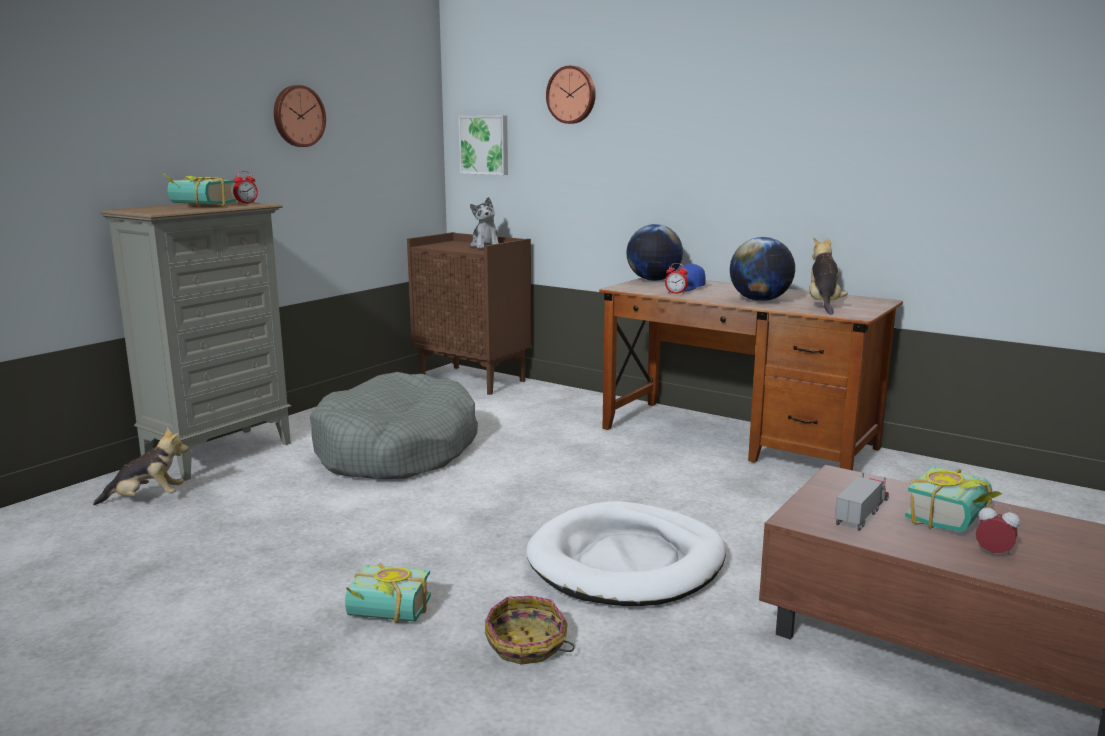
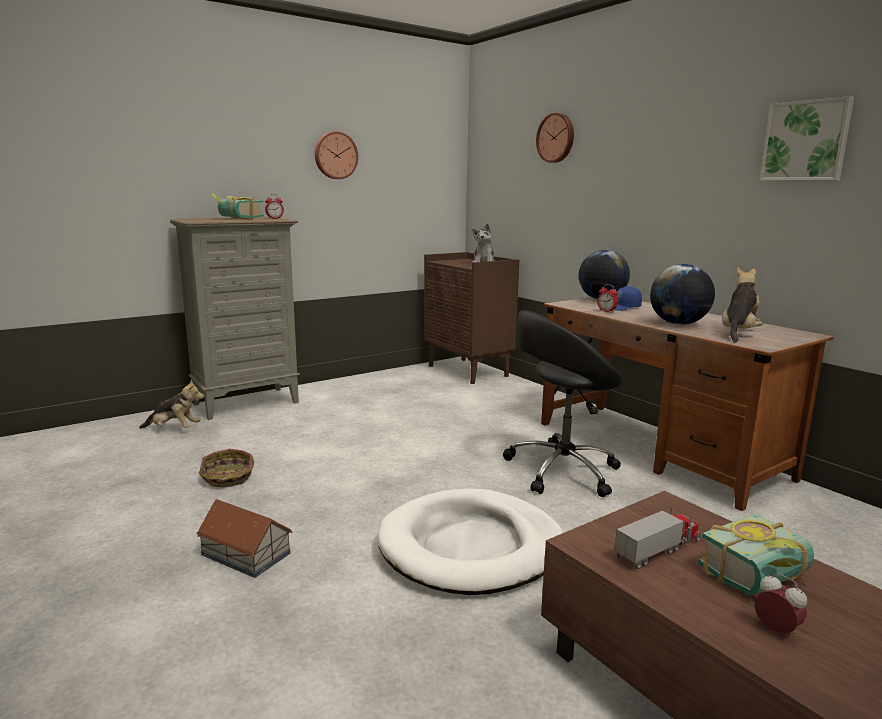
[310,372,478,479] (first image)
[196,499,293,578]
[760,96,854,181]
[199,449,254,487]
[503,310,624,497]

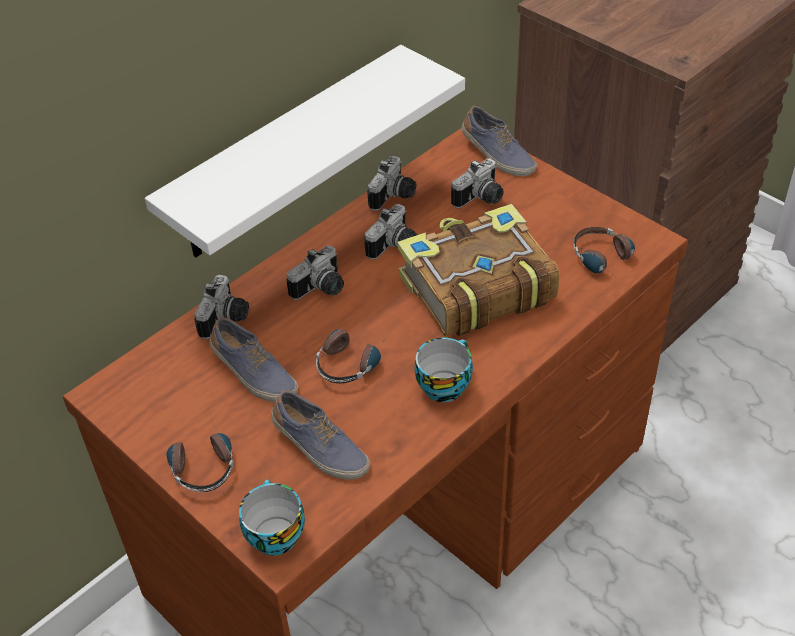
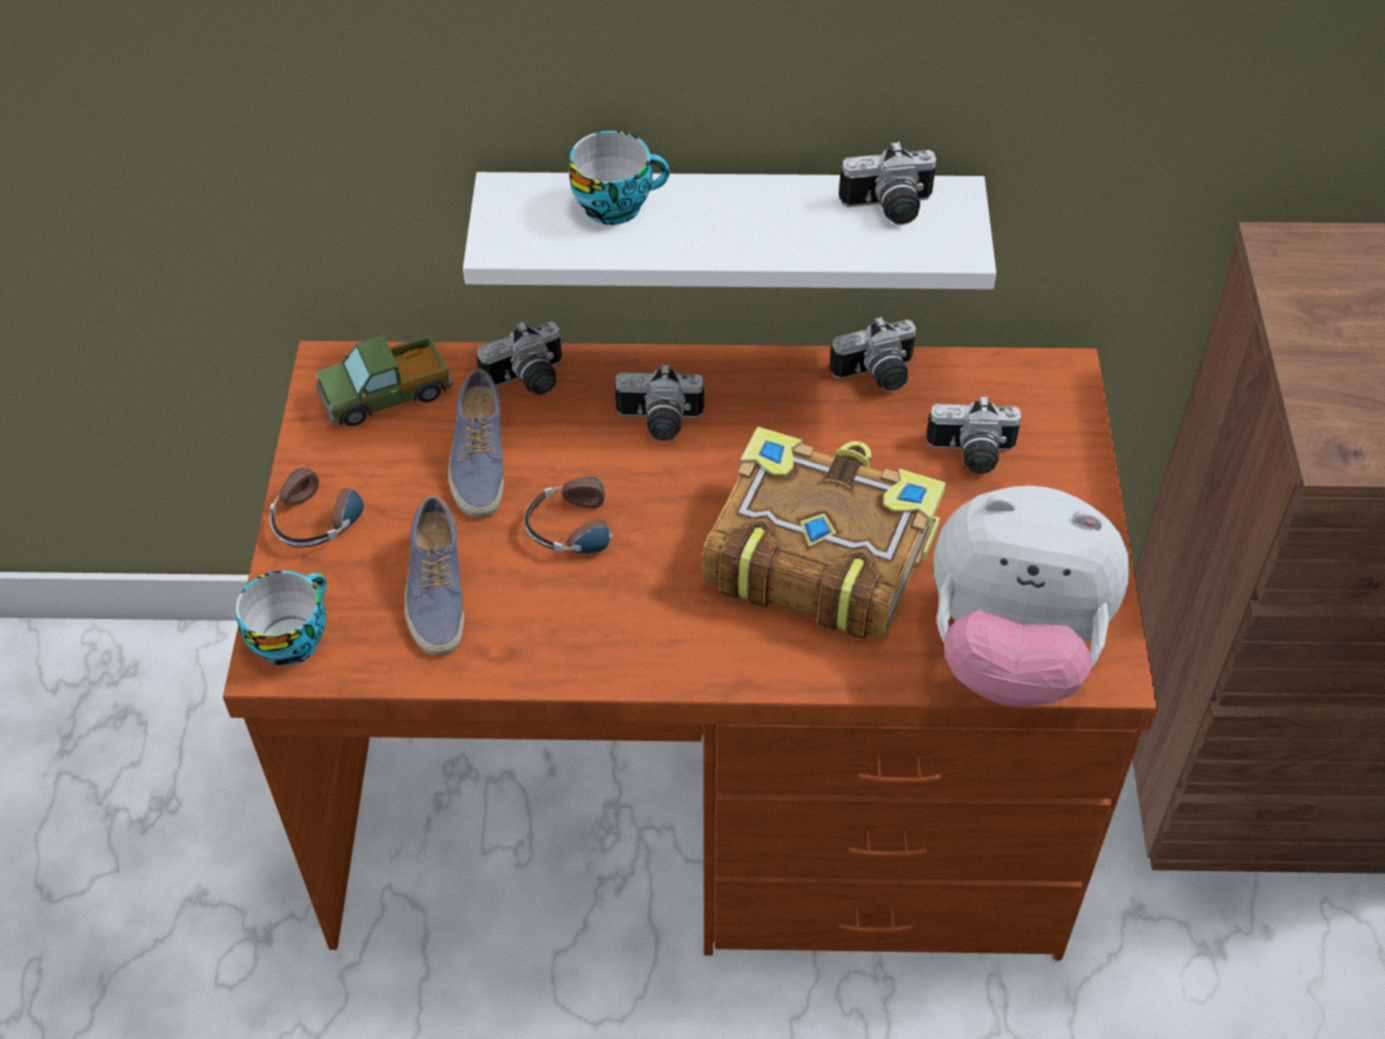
[839,141,936,225]
[569,131,670,225]
[462,106,537,176] (first image)
[933,486,1130,707]
[316,335,453,426]

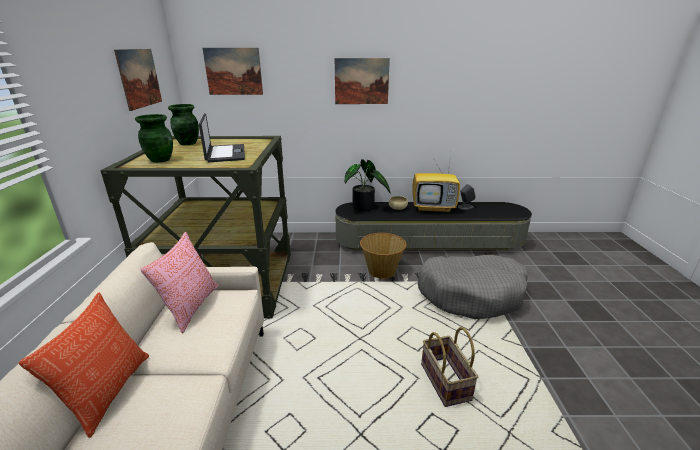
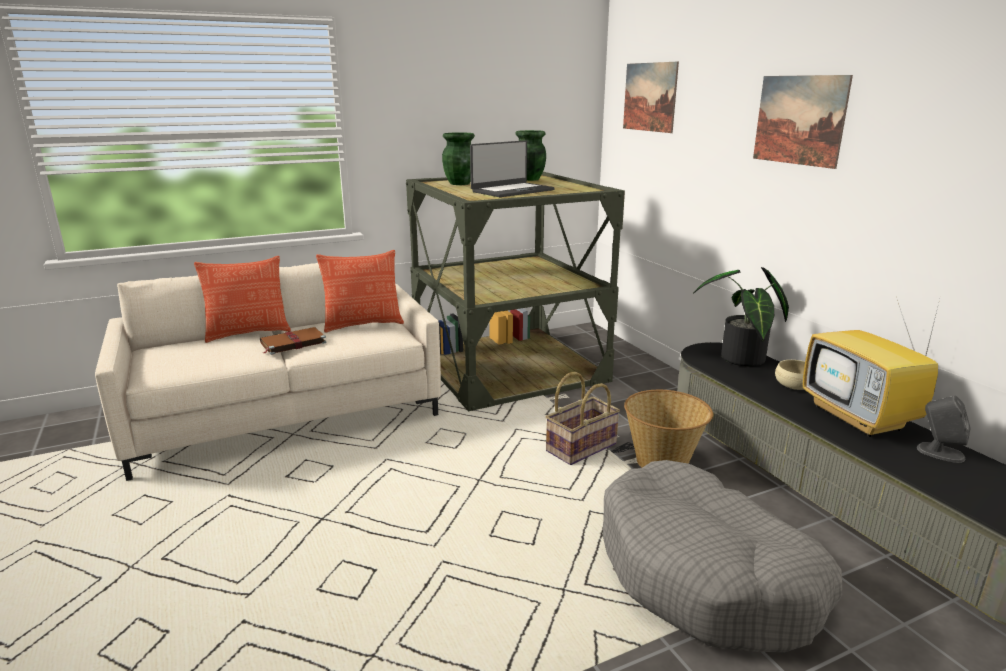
[114,49,162,111] (first image)
[316,250,404,333]
[546,372,620,465]
[260,327,327,355]

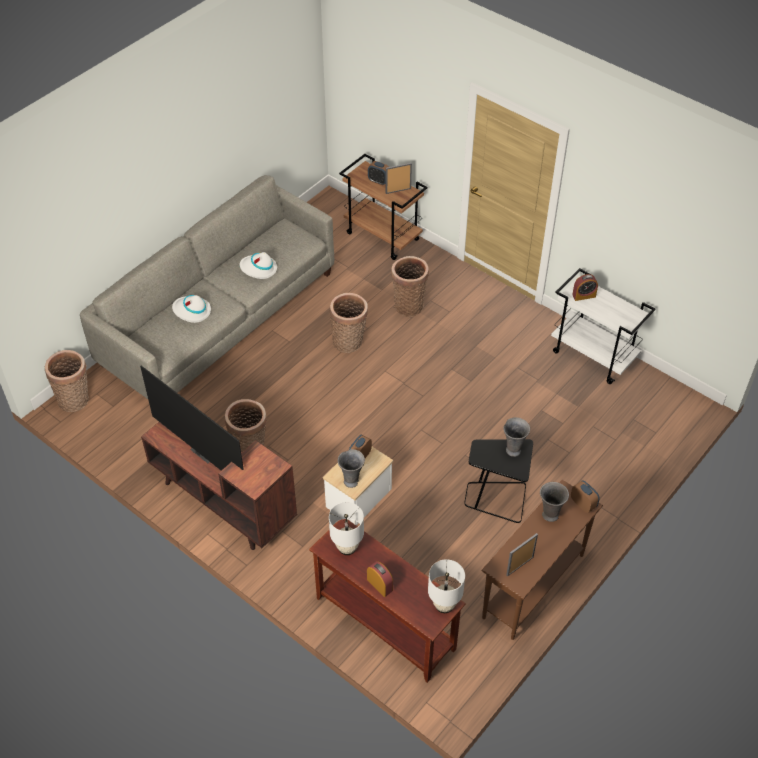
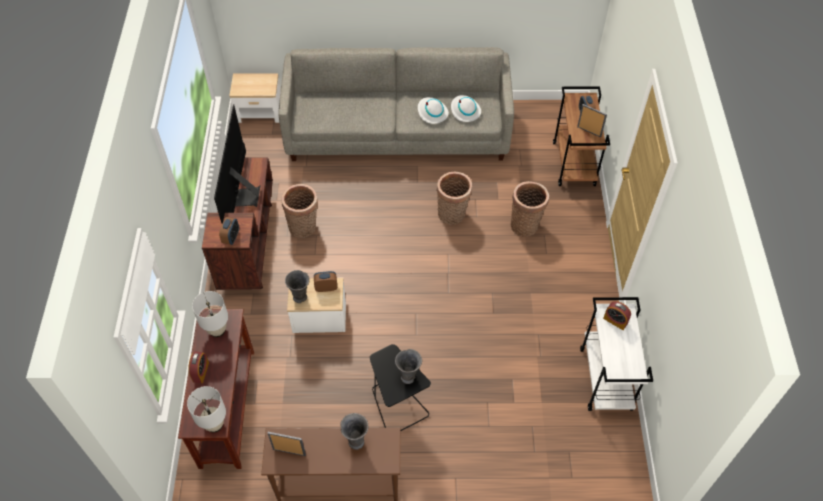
[229,73,281,123]
[451,95,481,122]
[219,217,239,245]

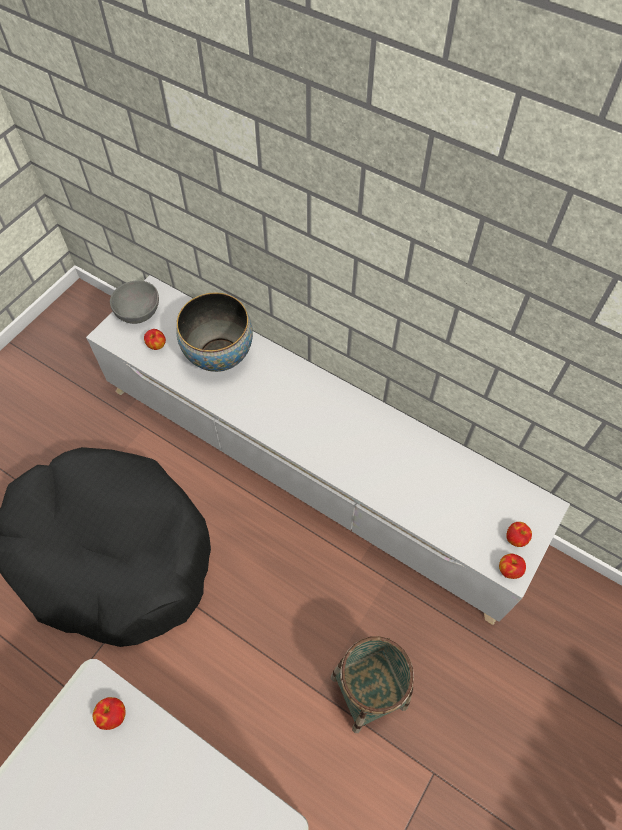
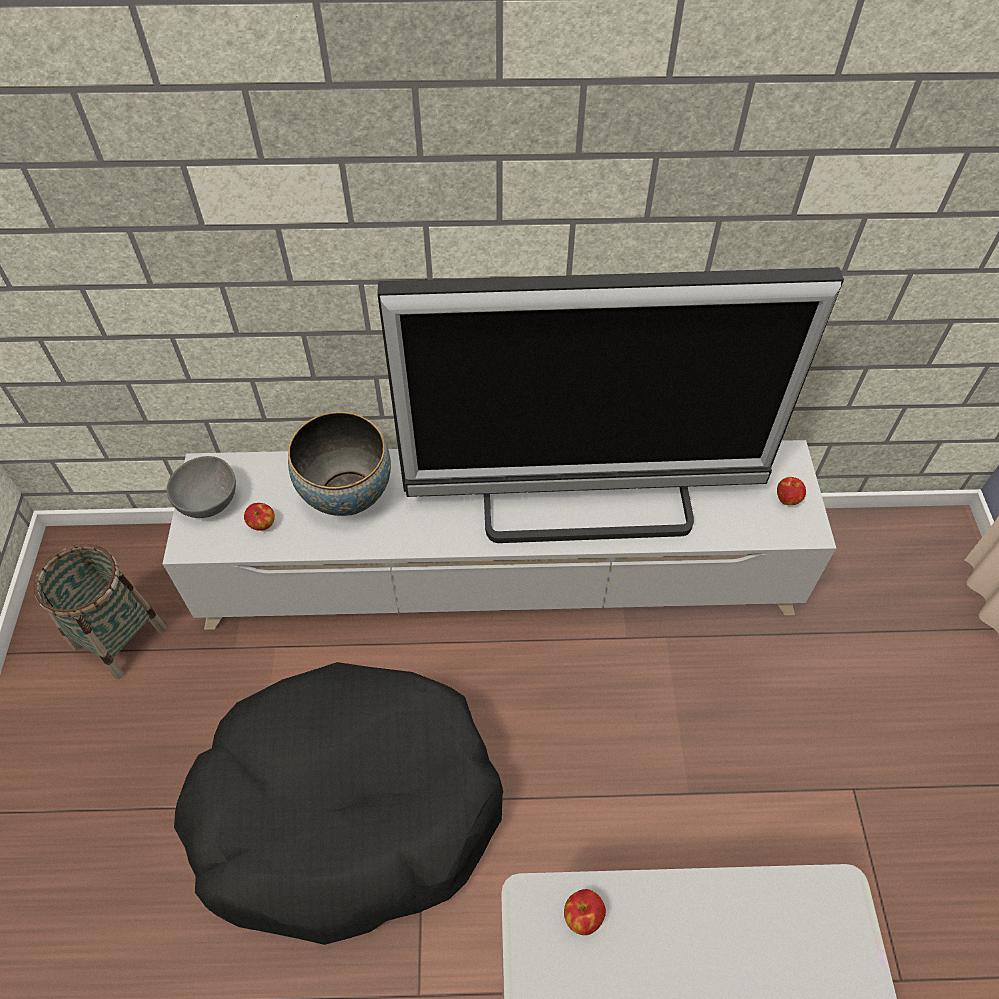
[34,544,167,679]
[499,554,526,579] (first image)
[377,267,844,543]

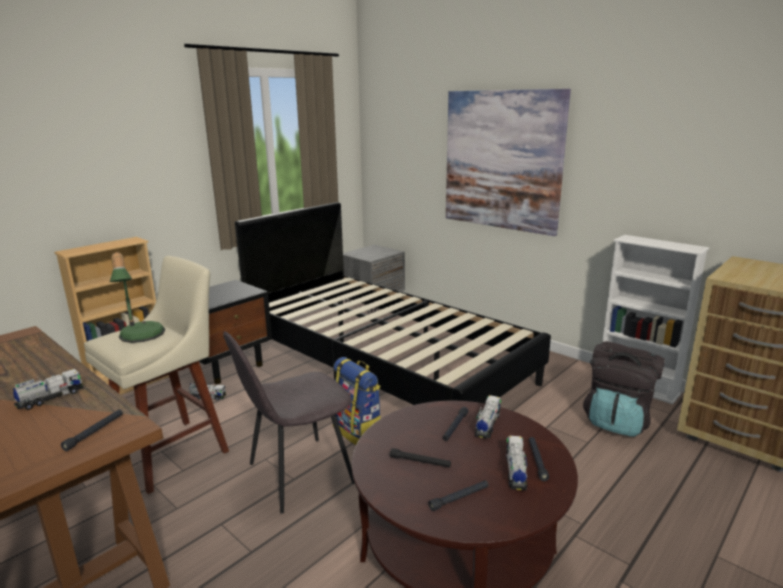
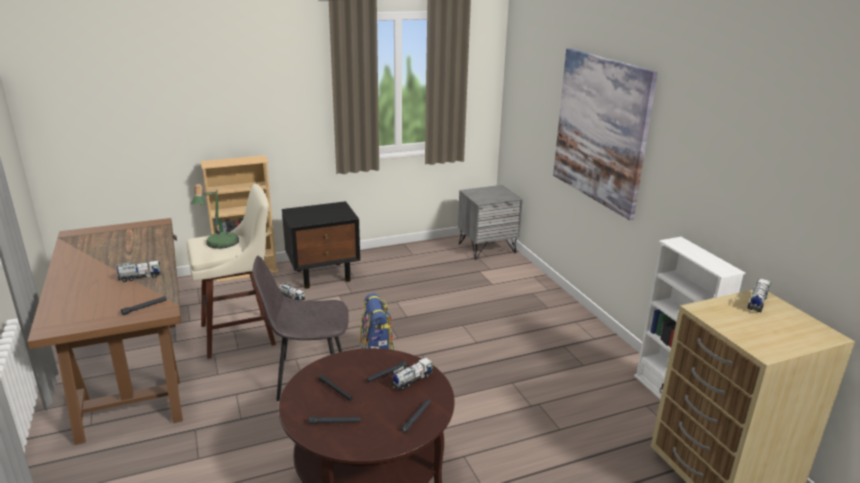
[235,202,551,405] (first image)
[747,279,771,312]
[583,341,665,437] (first image)

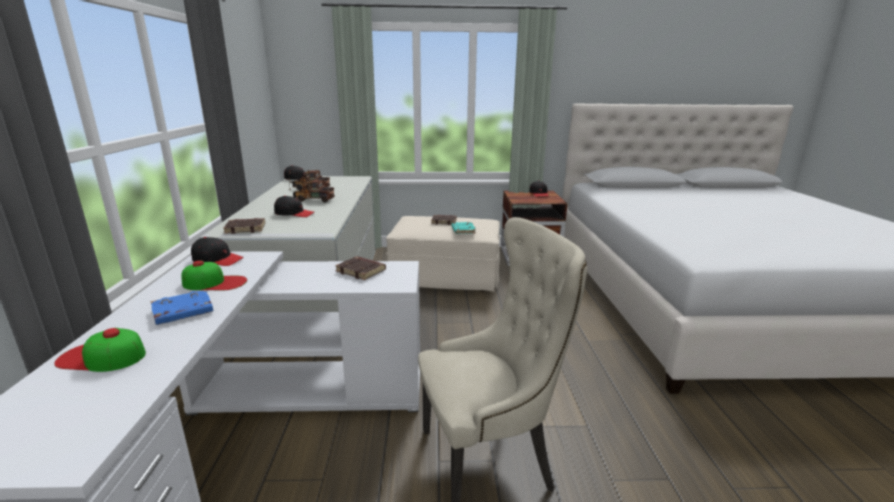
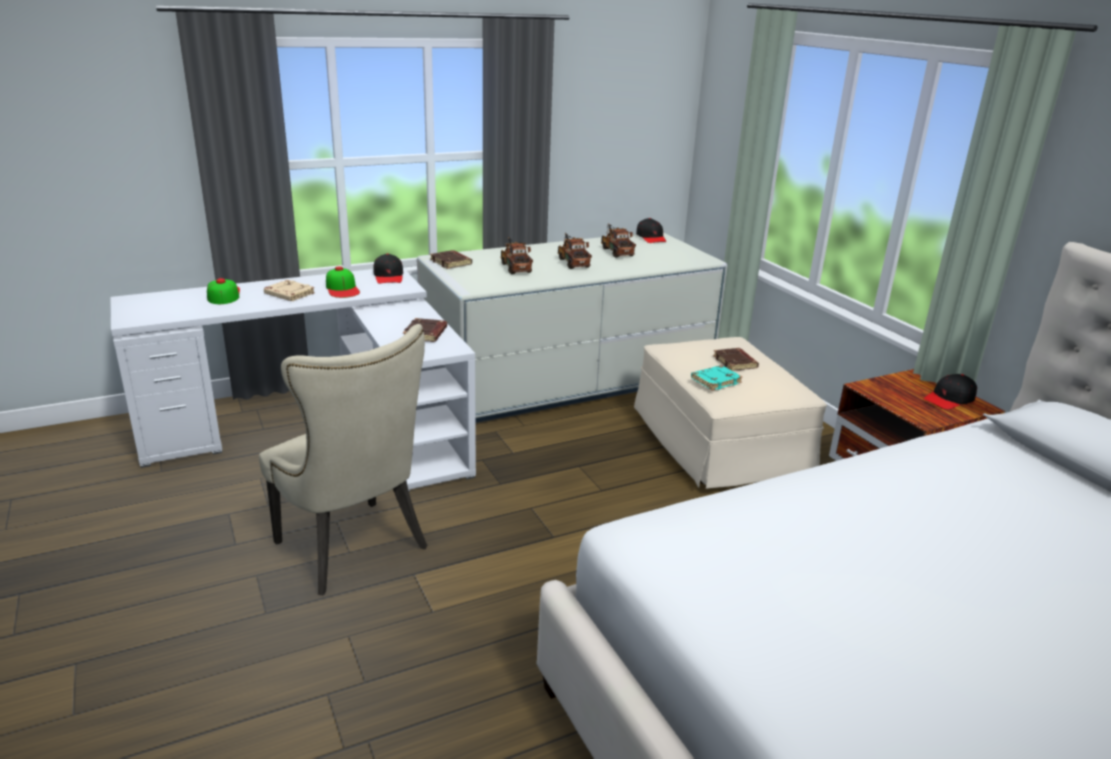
[264,280,315,301]
[500,237,533,274]

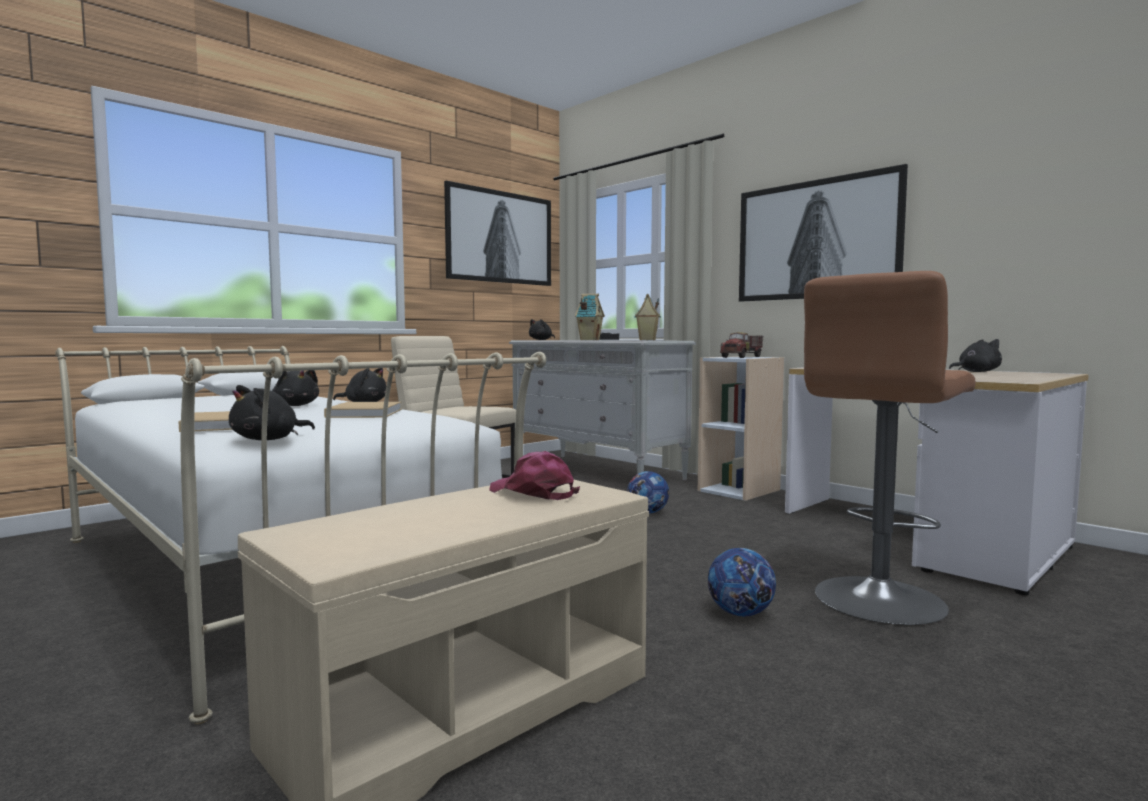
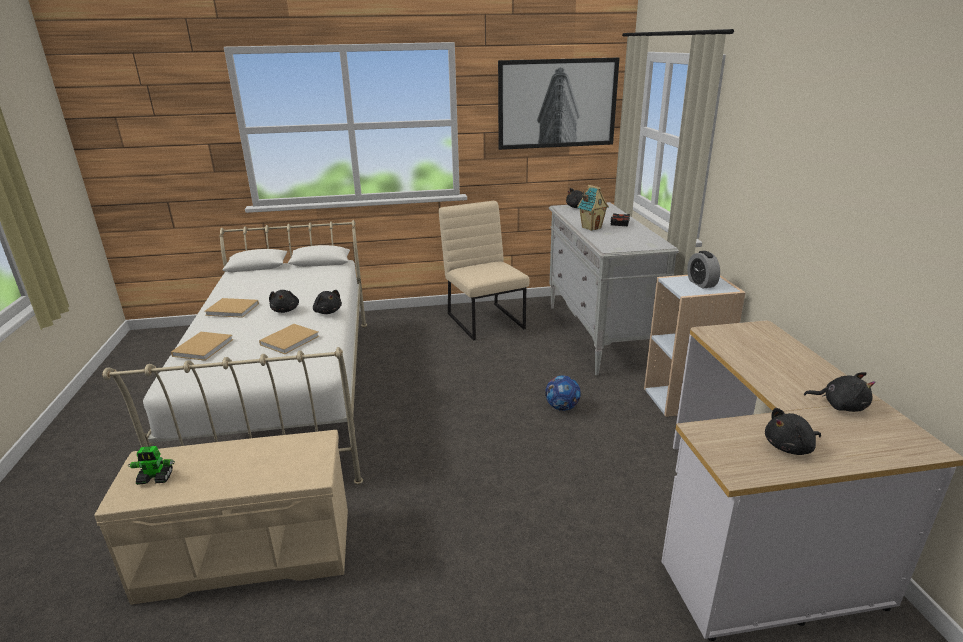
[765,408,821,455]
[489,451,580,500] (first image)
[634,294,661,340] (first image)
[708,548,776,616] (first image)
[687,251,720,289]
[739,164,908,302] (first image)
[804,271,975,625] (first image)
[128,446,175,485]
[204,298,259,318]

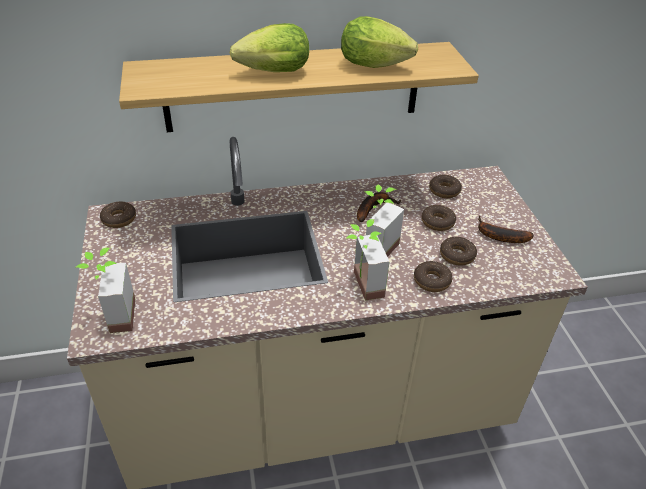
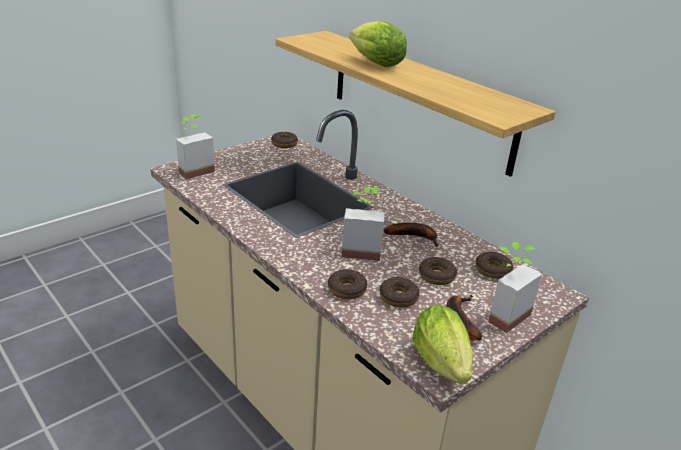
[413,305,473,384]
[488,242,542,333]

